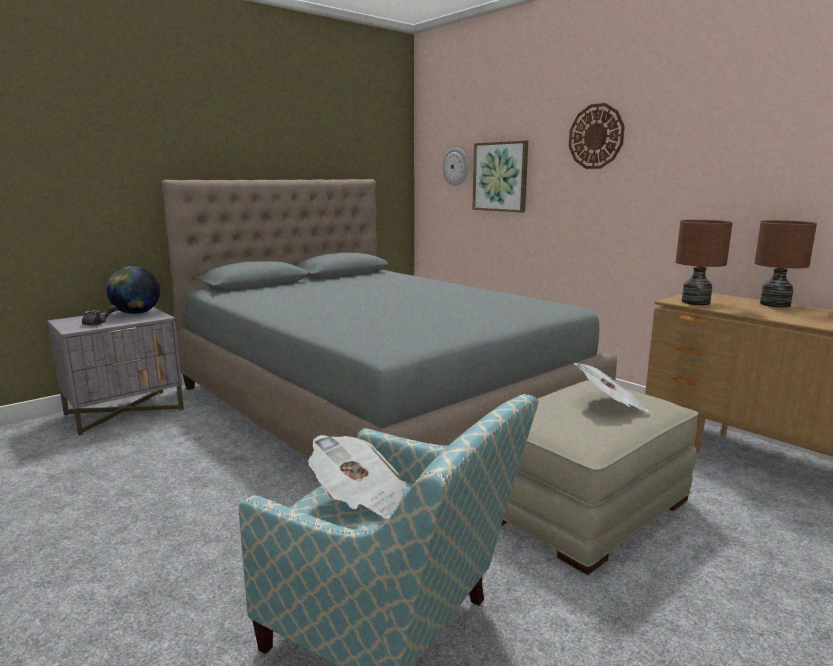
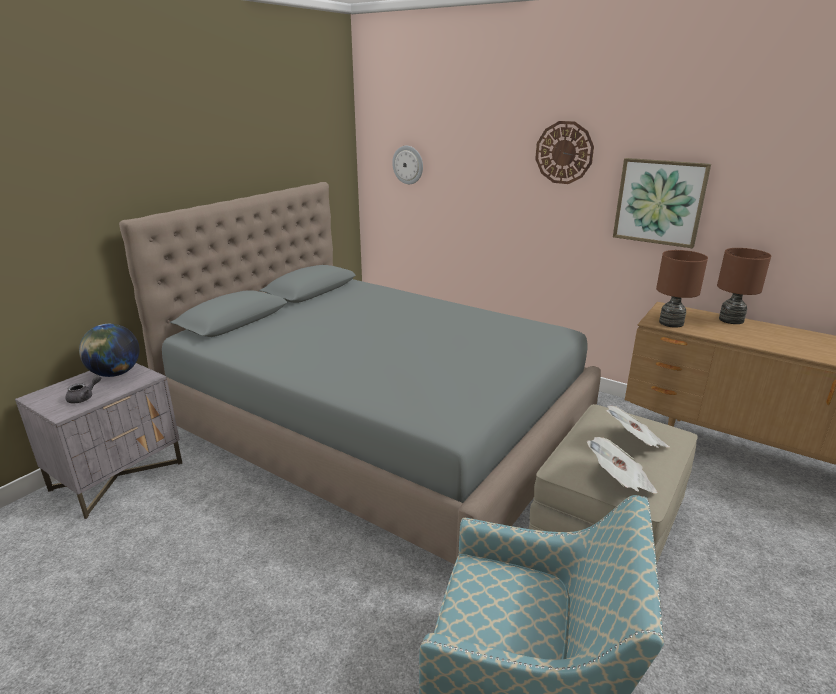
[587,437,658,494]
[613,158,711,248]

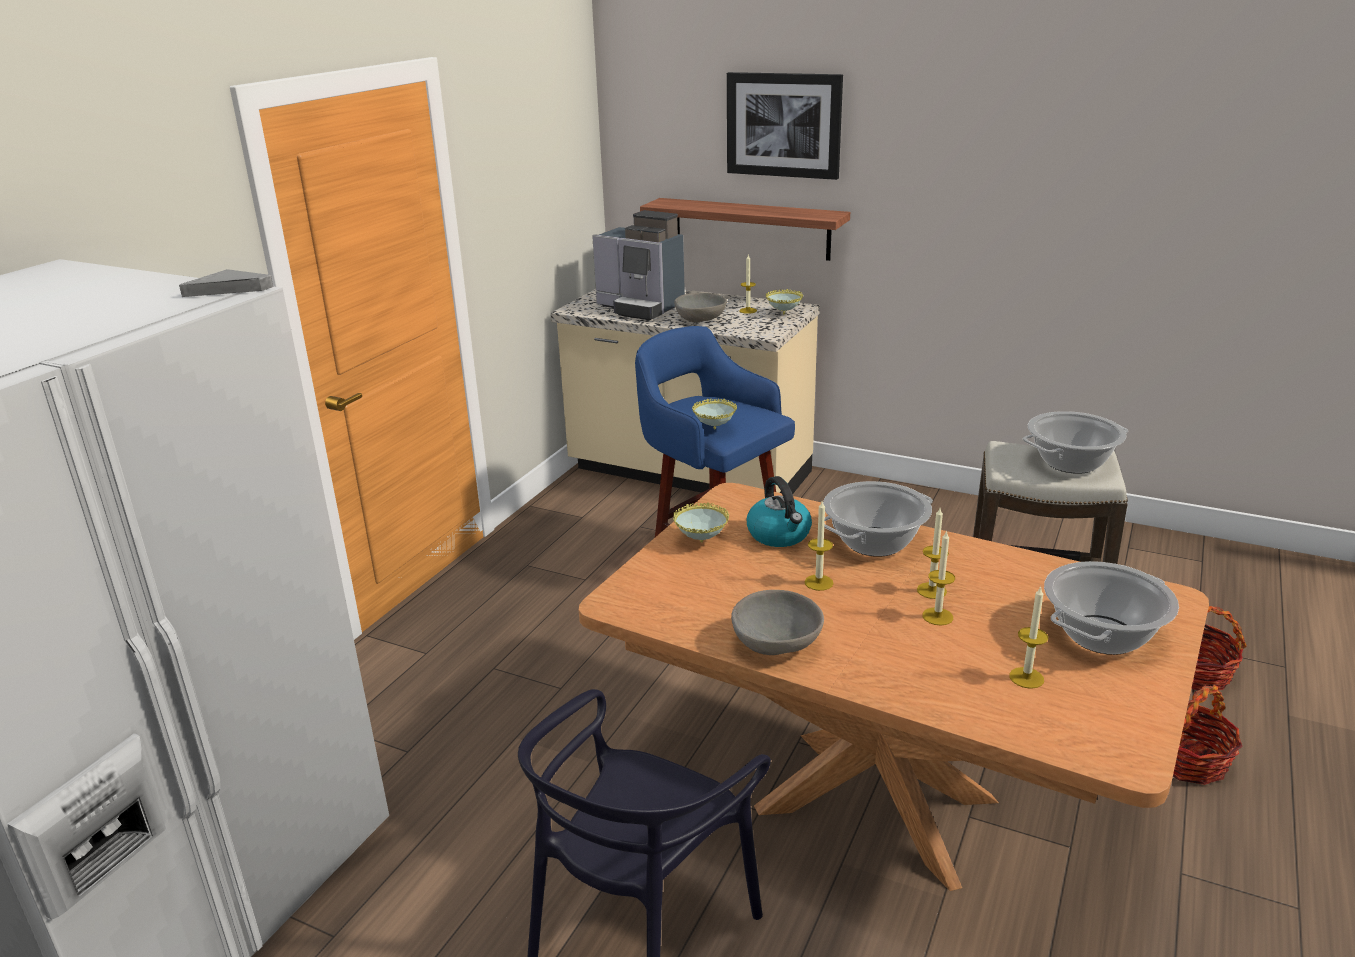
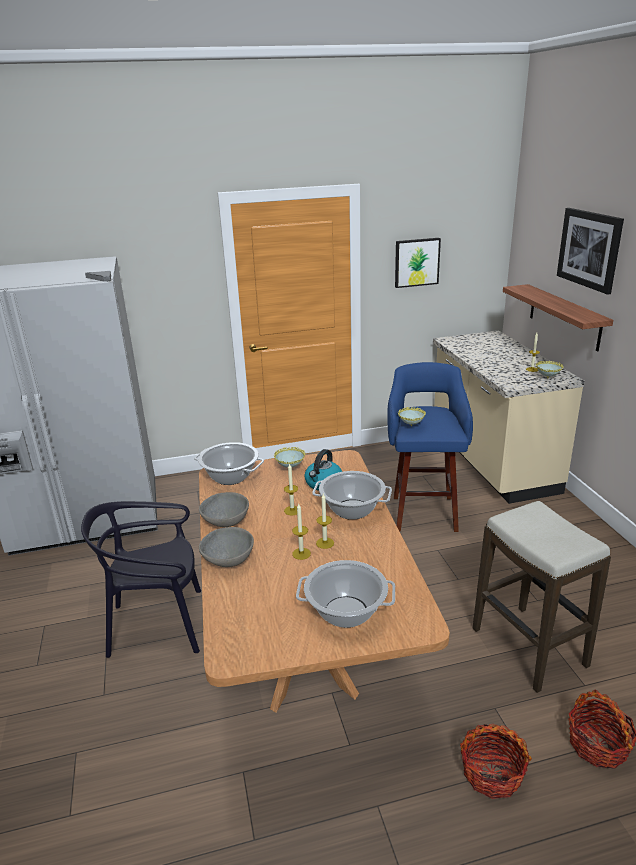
[592,210,685,321] (first image)
[199,527,254,567]
[1009,586,1048,689] (first image)
[194,442,264,485]
[395,238,441,288]

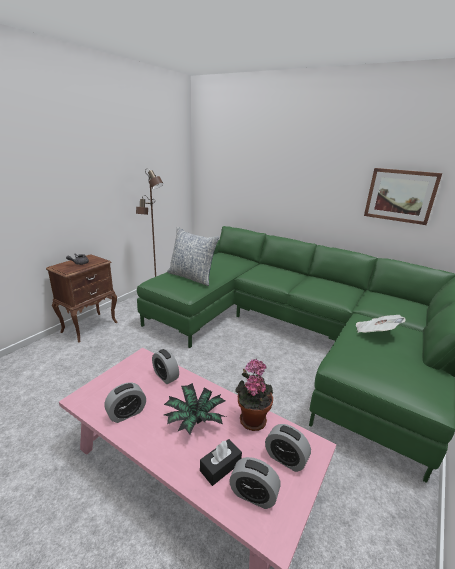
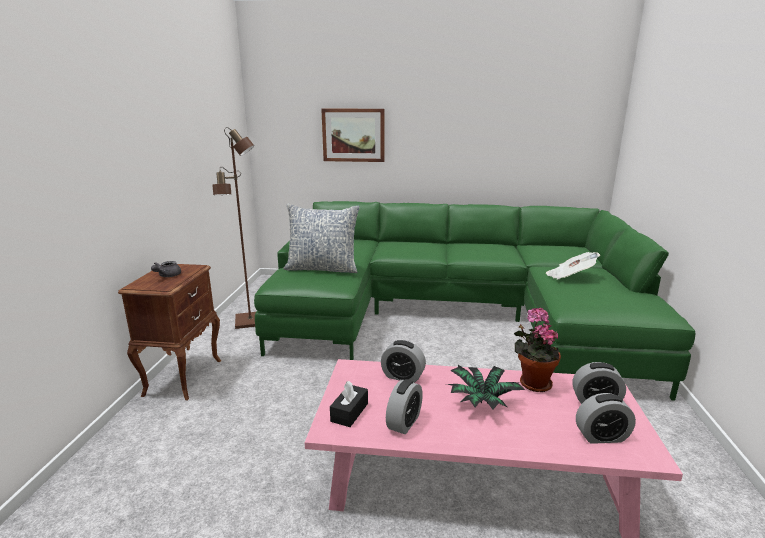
[330,381,368,427]
[321,109,384,162]

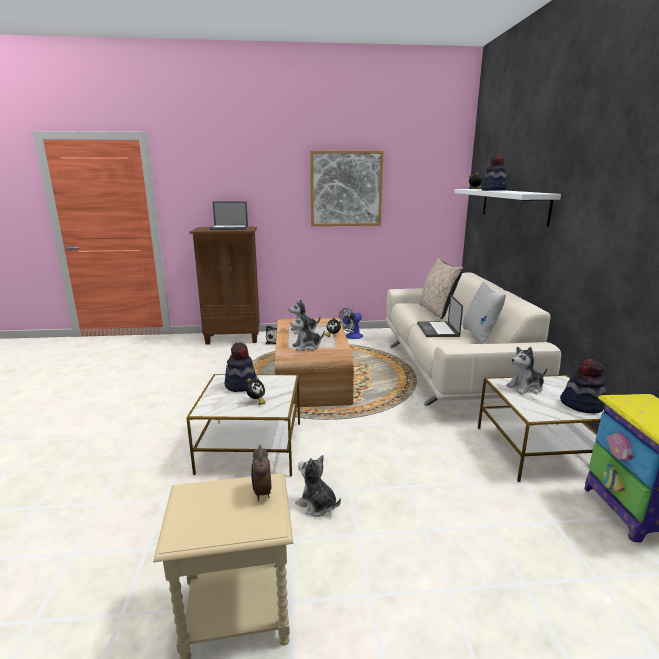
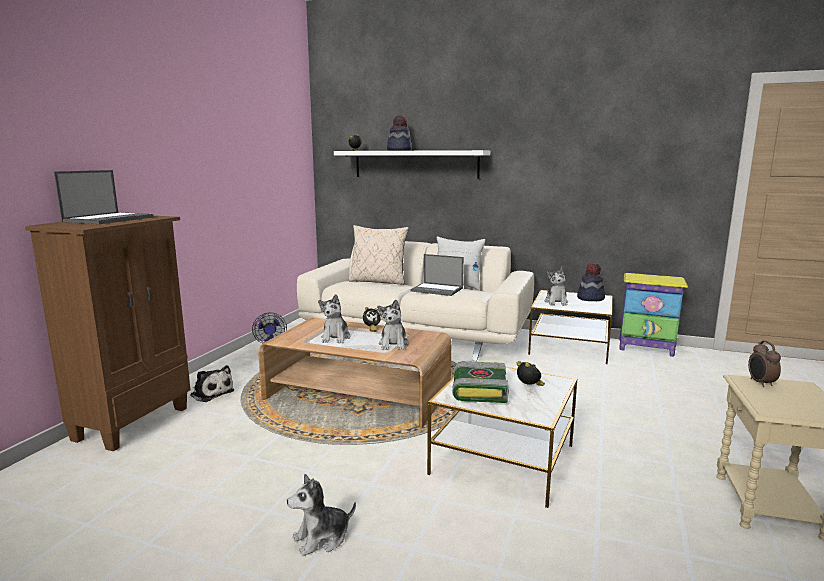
[452,361,509,403]
[748,341,781,387]
[287,474,356,556]
[310,151,384,226] (first image)

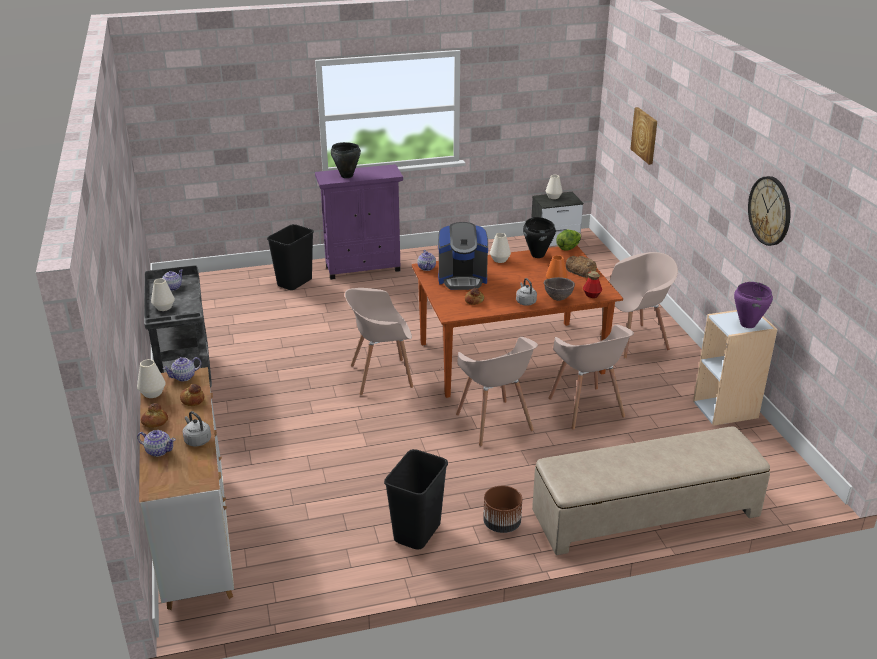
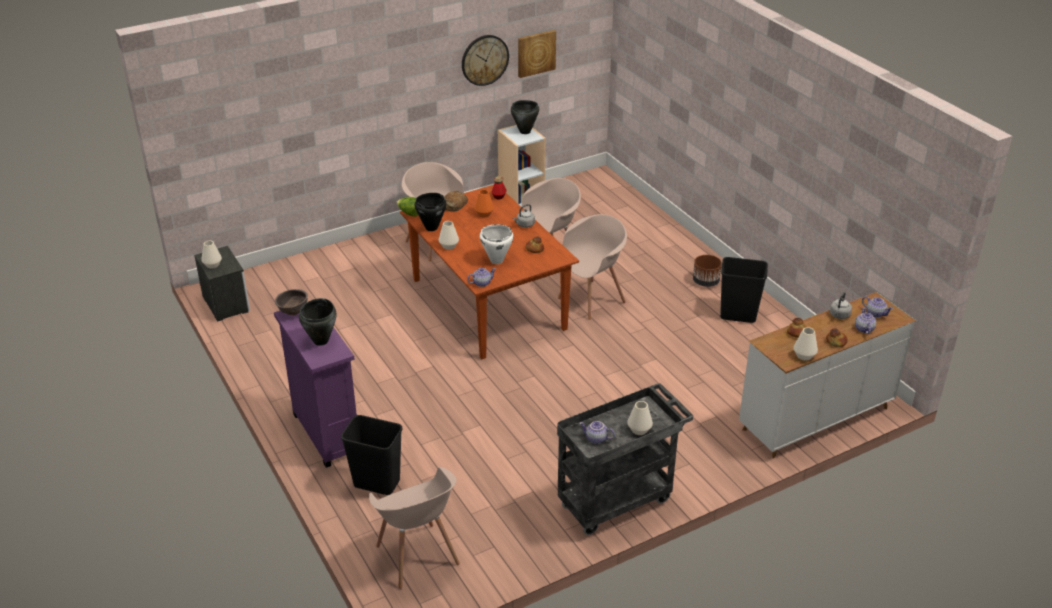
[862,296,893,318]
[369,467,460,589]
[480,224,513,264]
[532,426,770,555] (first image)
[275,289,308,315]
[518,30,556,78]
[511,100,539,134]

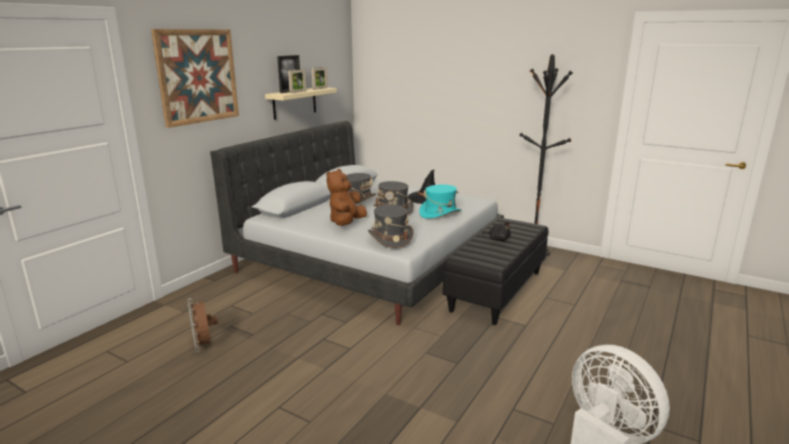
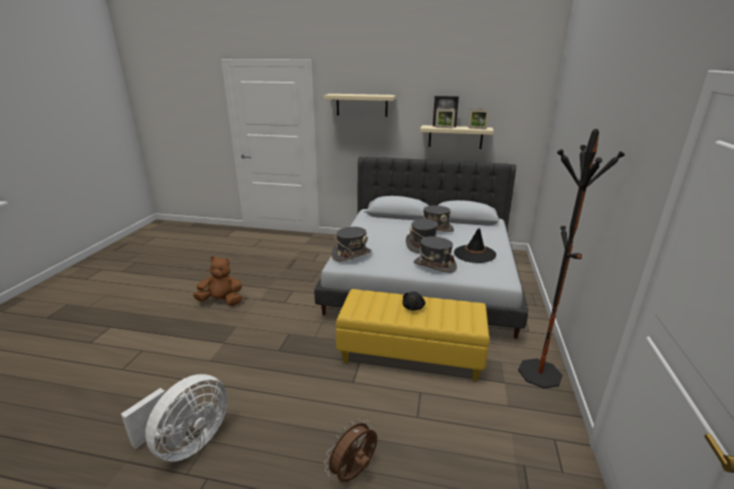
[324,94,396,117]
[324,419,377,482]
[193,256,242,306]
[414,236,457,273]
[336,289,489,382]

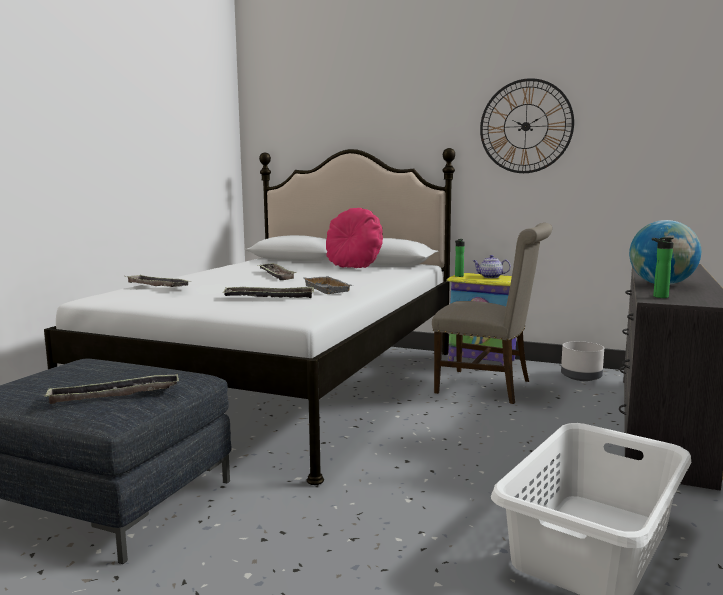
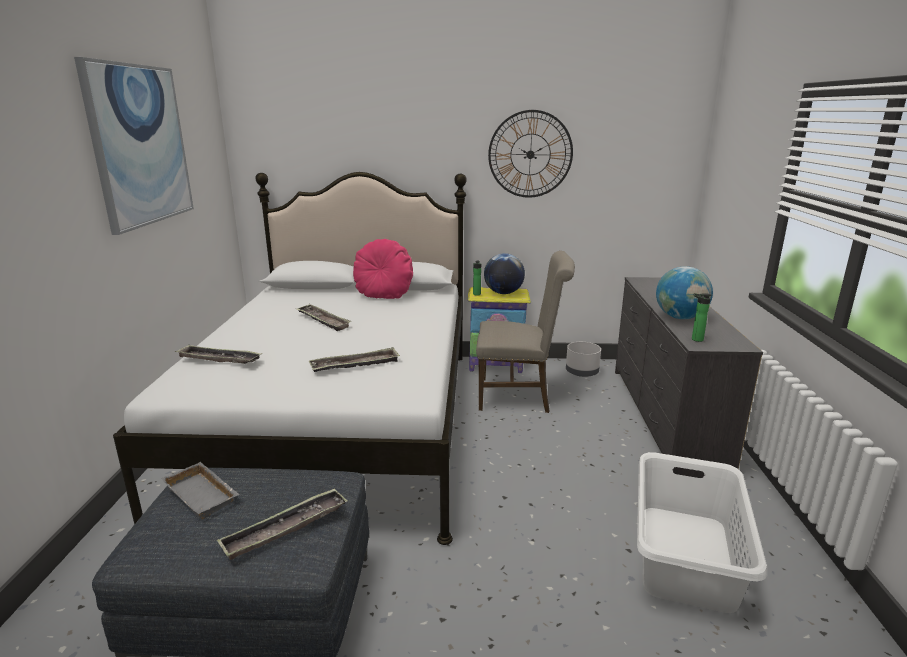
[161,462,240,520]
[484,253,525,294]
[74,57,194,235]

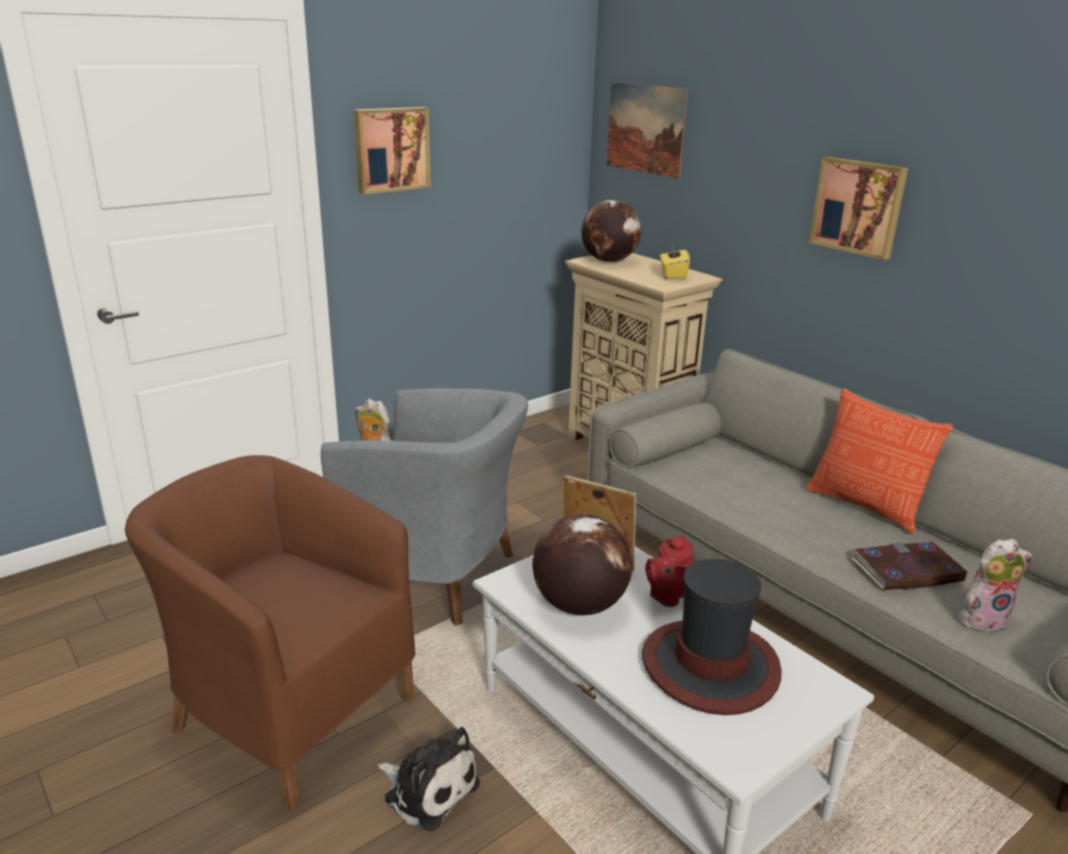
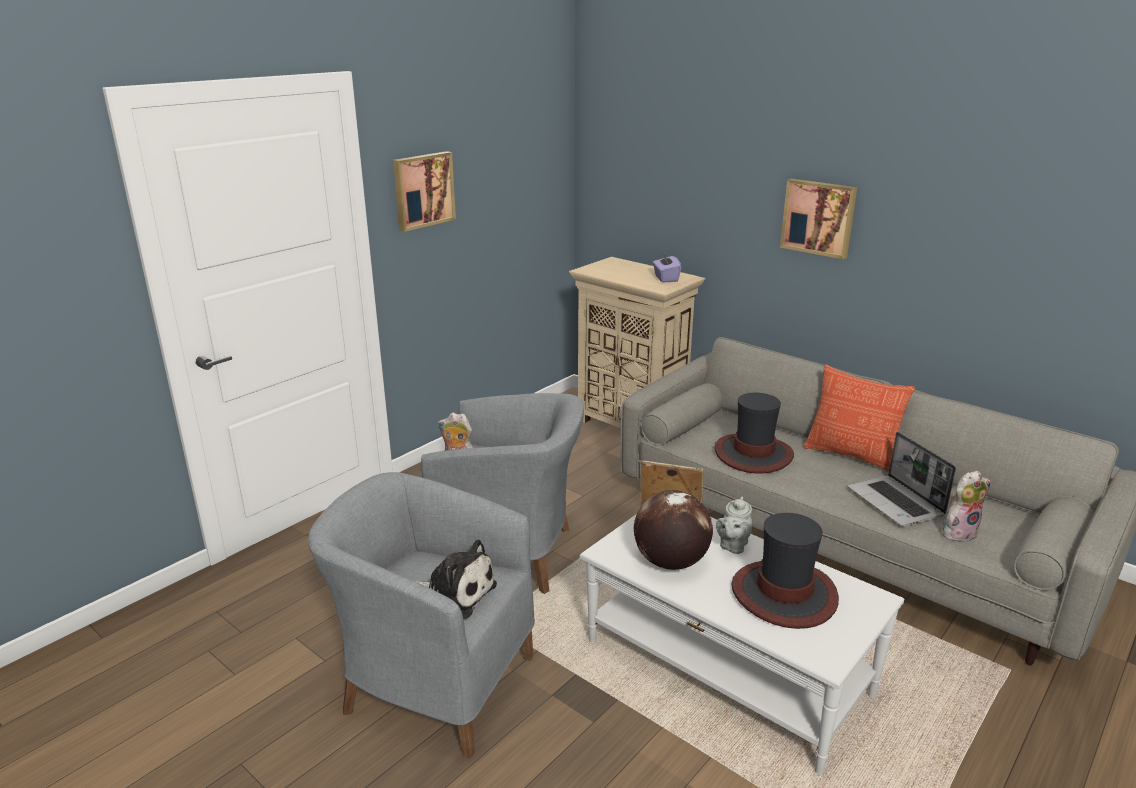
[308,472,535,759]
[415,540,497,619]
[581,200,641,262] (first image)
[607,82,689,179] (first image)
[716,496,752,554]
[653,253,681,282]
[848,432,956,526]
[715,393,794,473]

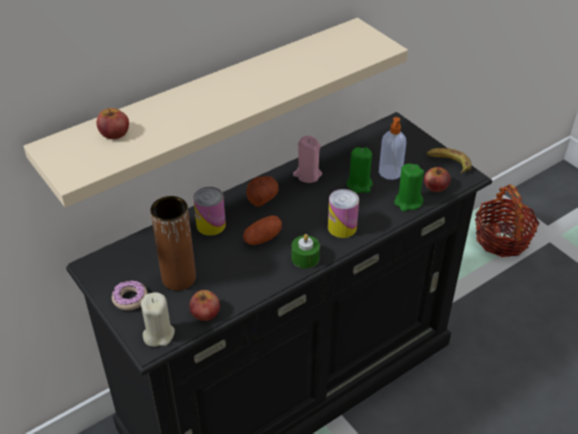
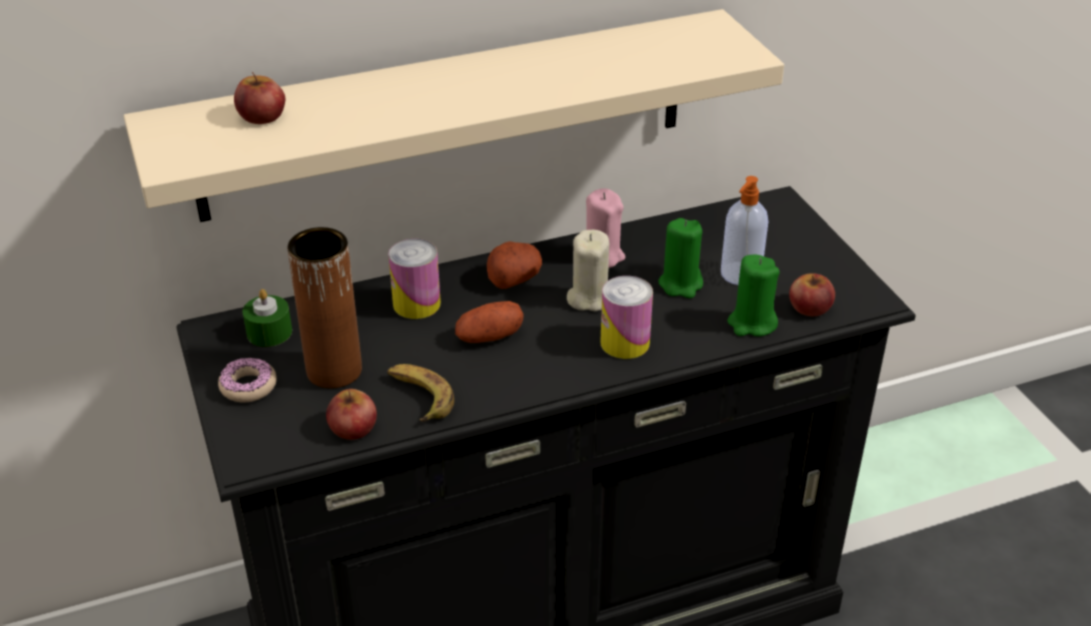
[567,230,609,311]
[242,289,292,347]
[387,364,454,422]
[475,184,540,257] (first image)

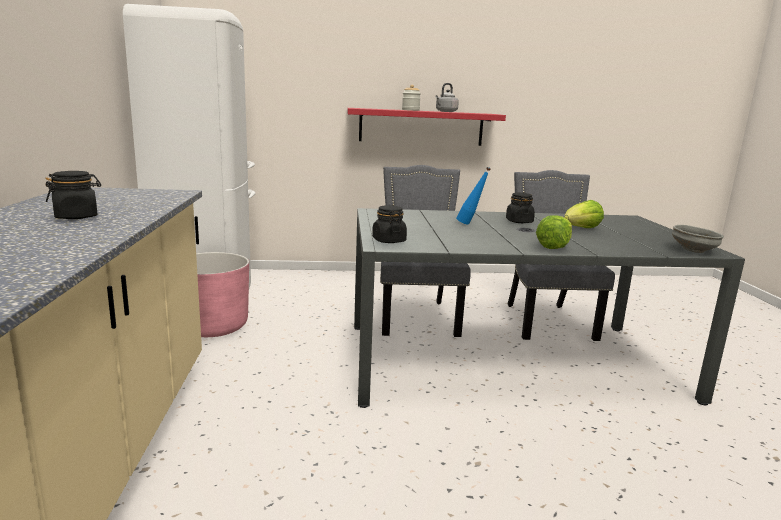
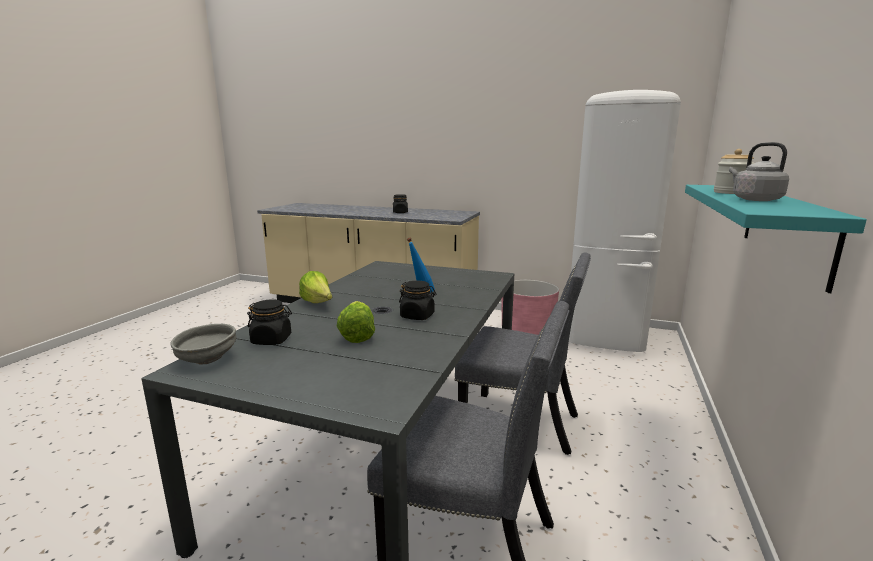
[685,185,867,293]
[247,299,292,345]

